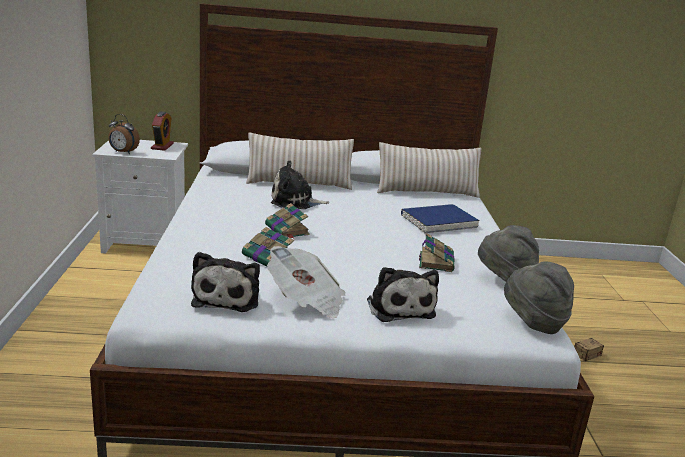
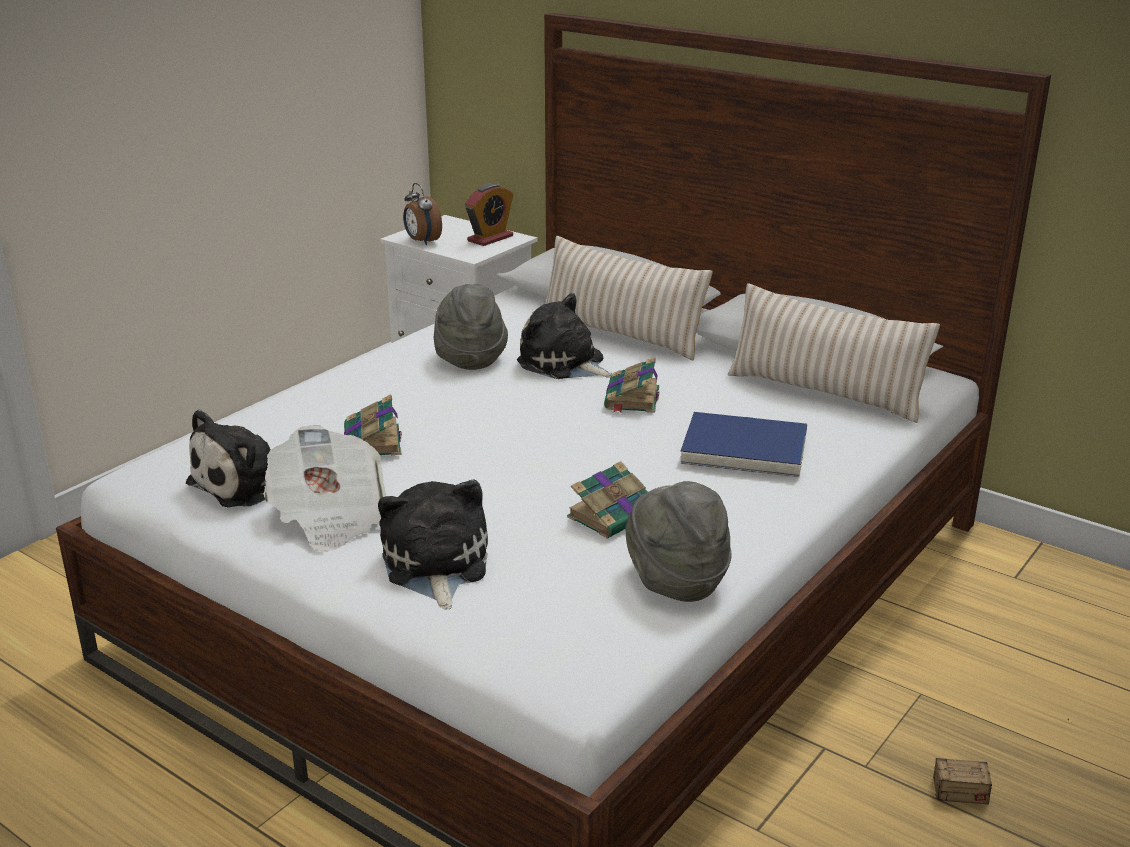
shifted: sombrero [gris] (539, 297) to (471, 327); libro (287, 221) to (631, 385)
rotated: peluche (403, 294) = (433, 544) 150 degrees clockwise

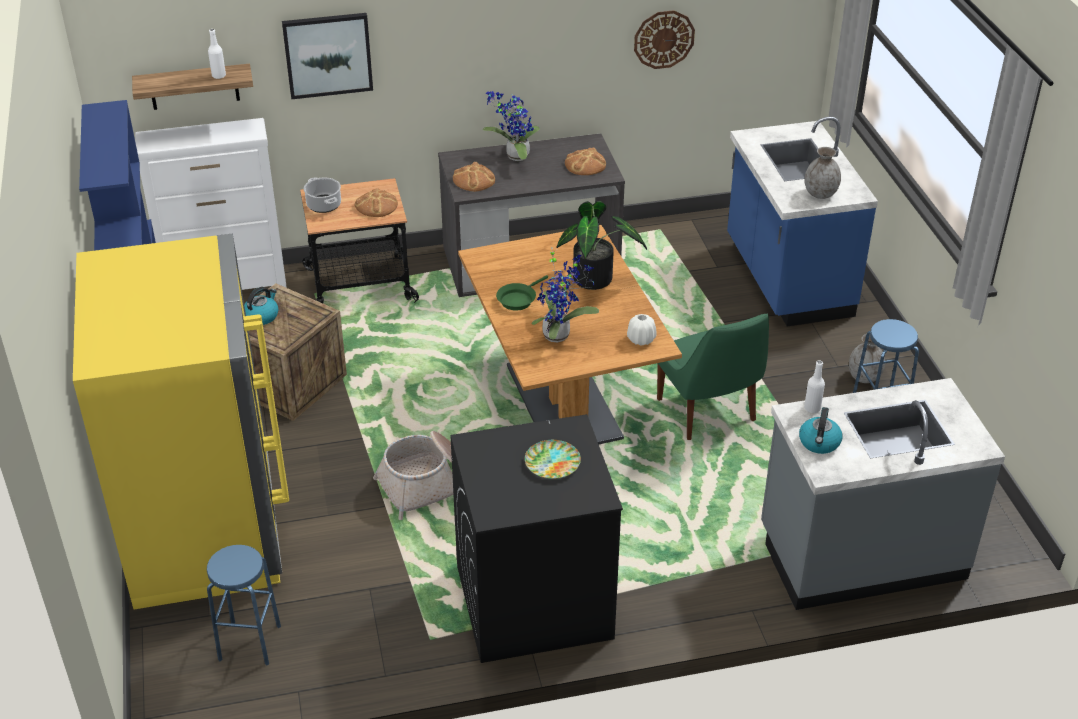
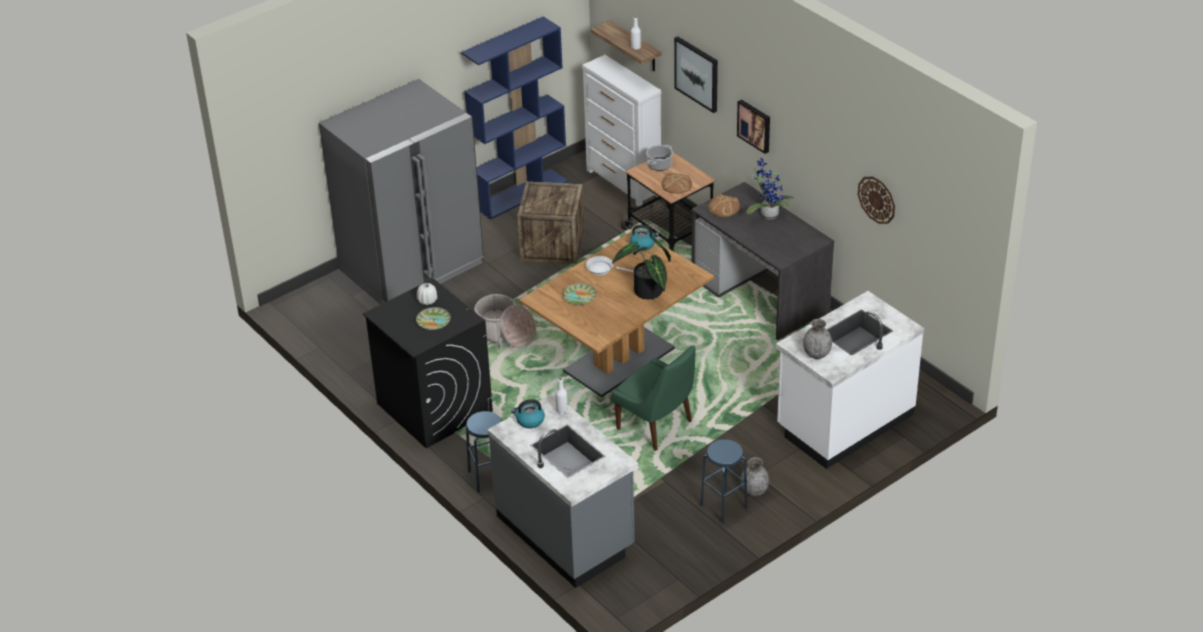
gone: pan (585, 161)
new: cuadro (753, 126)
shifted: florero [blanco] (642, 330) to (427, 294); taburete [azul] (244, 605) to (484, 452); hervidor (261, 306) to (644, 238)
swapped: planta en maceta (565, 296) to plato (579, 294)
repainted: nevera [amarillo] (181, 422) to nevera [gris] (401, 192); sartén [verde] (522, 293) to sartén [blanco] (610, 265); mueble bajo de cocina [azul] (802, 221) to mueble bajo de cocina [blanco] (850, 380)
rotated: silla [verde] (713, 377) = (653, 398) 90 degrees counterclockwise

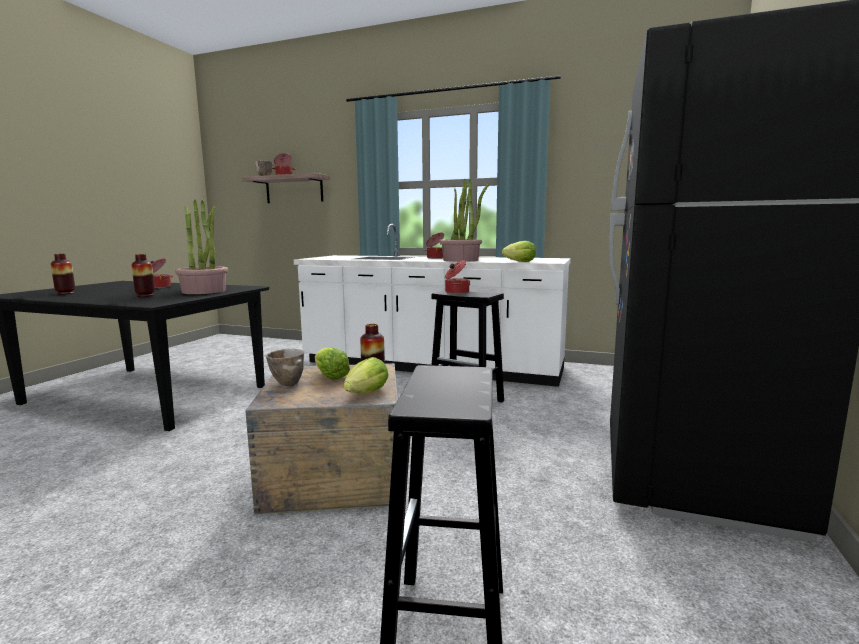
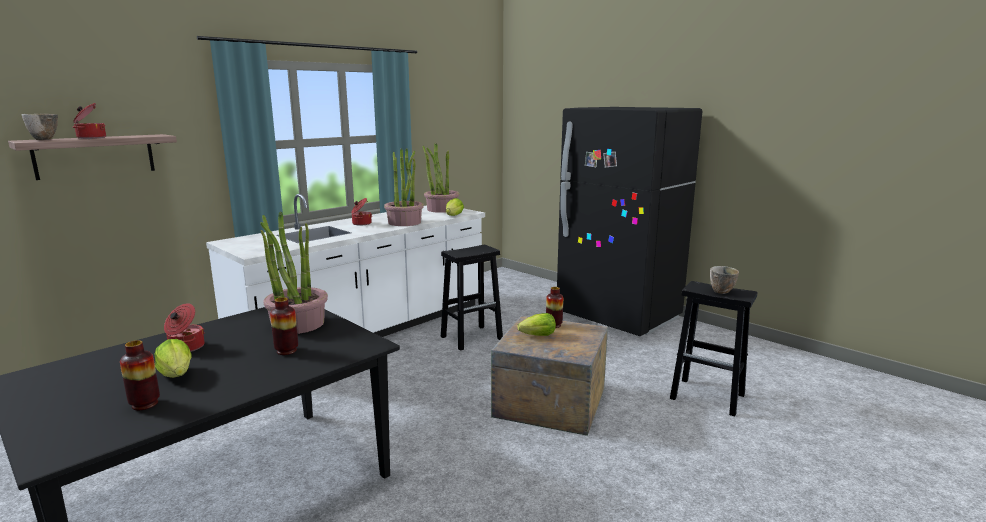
gone: olla (457, 277)
new: planta en maceta (440, 178)
shifted: lechuga (366, 375) to (172, 358); cuenco (285, 367) to (724, 280)

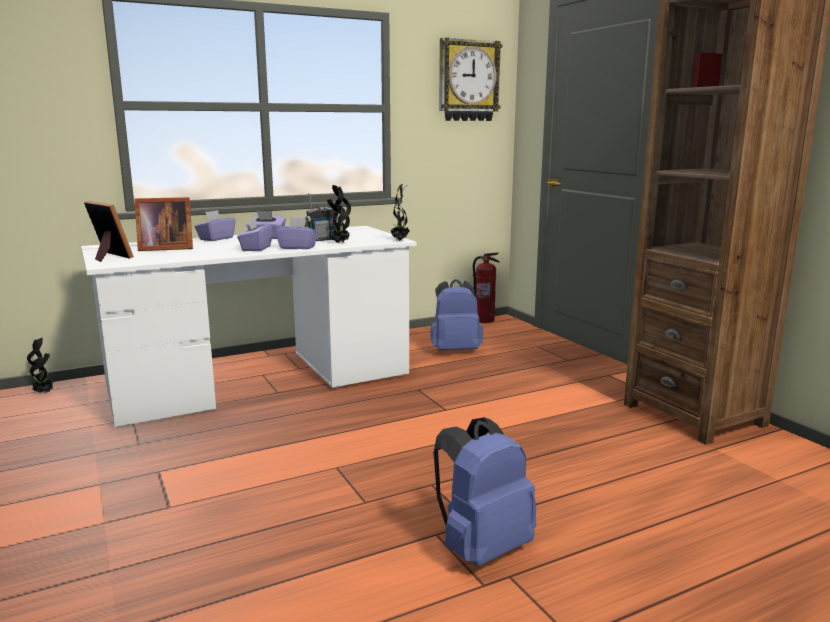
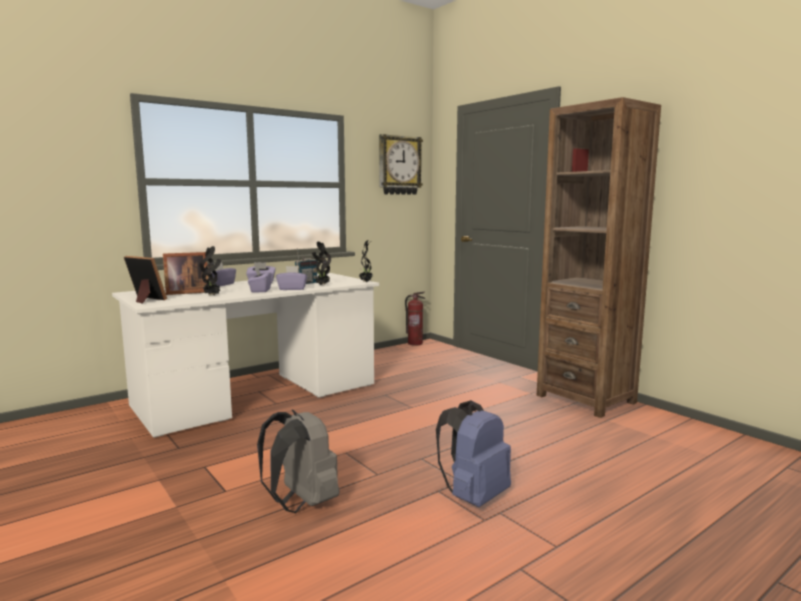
gone: mochila [azul] (456, 314)
new: mochila [gris] (298, 461)
shifted: planta en maceta (40, 365) to (210, 270)

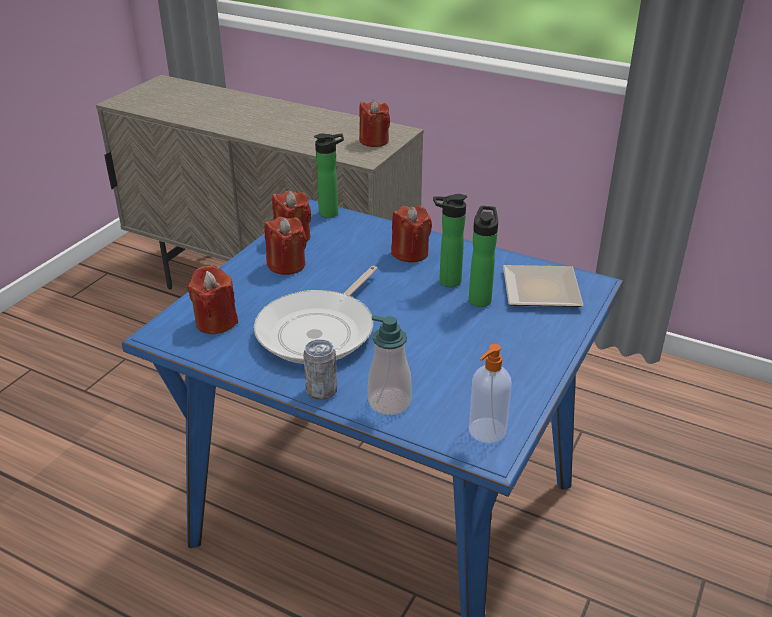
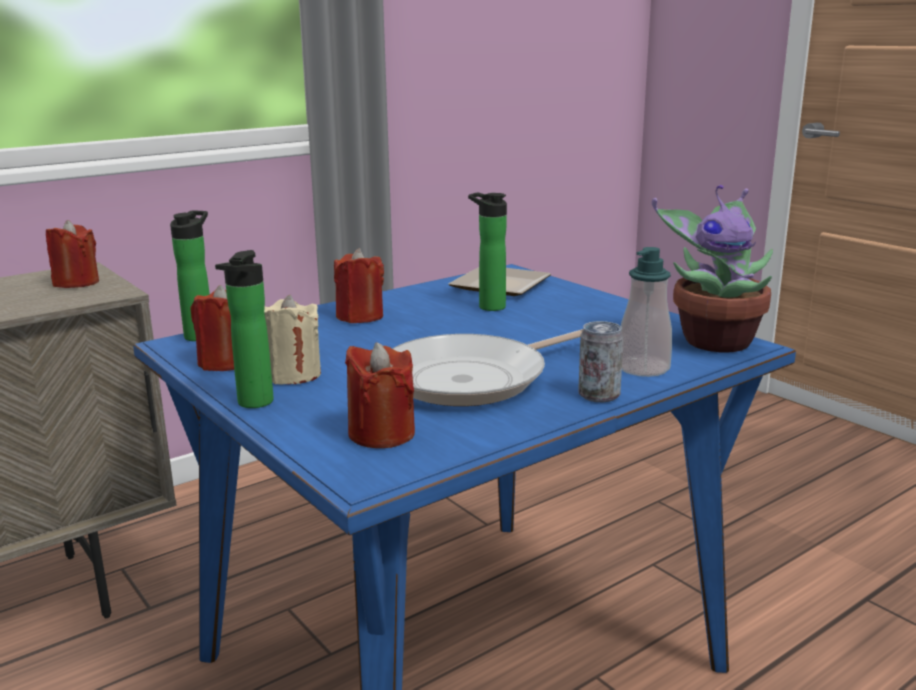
shifted: botella (450, 240) to (244, 329)
swapped: dispensador de jabón (490, 393) to planta en maceta (712, 268)
repainted: vela [rojo] (285, 246) to vela [beis] (292, 339)
rotated: sartén (315, 315) = (487, 367) 90 degrees clockwise

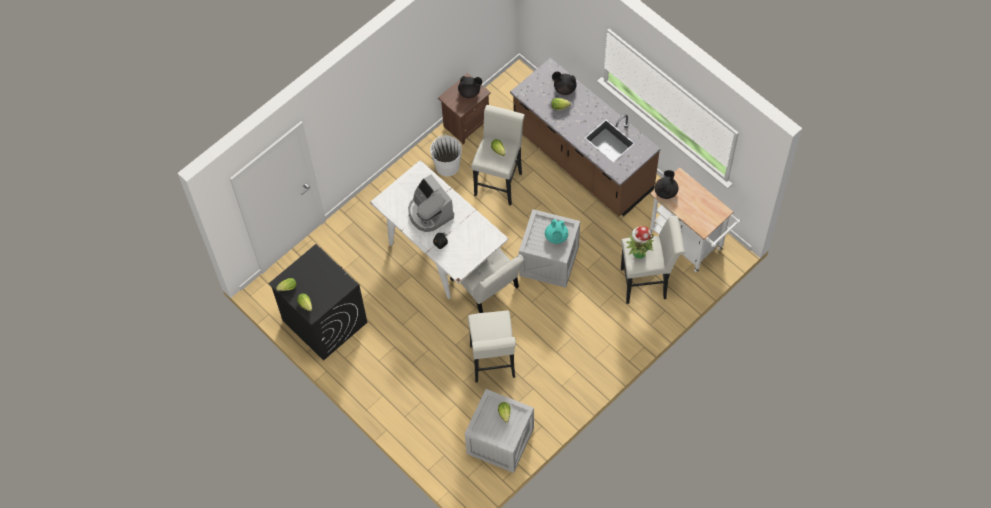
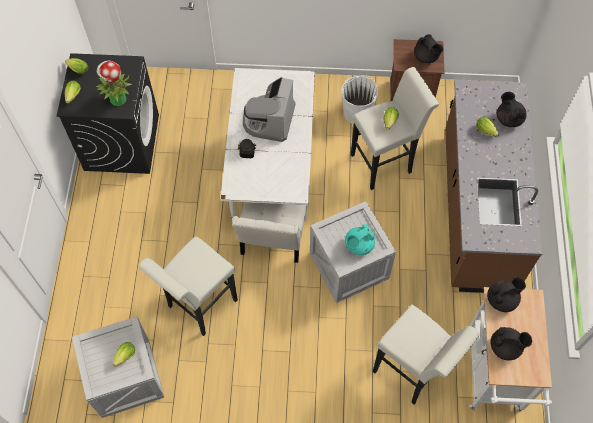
new: tetera [negro] (511, 343)
shifted: planta en maceta (640, 242) to (114, 83)

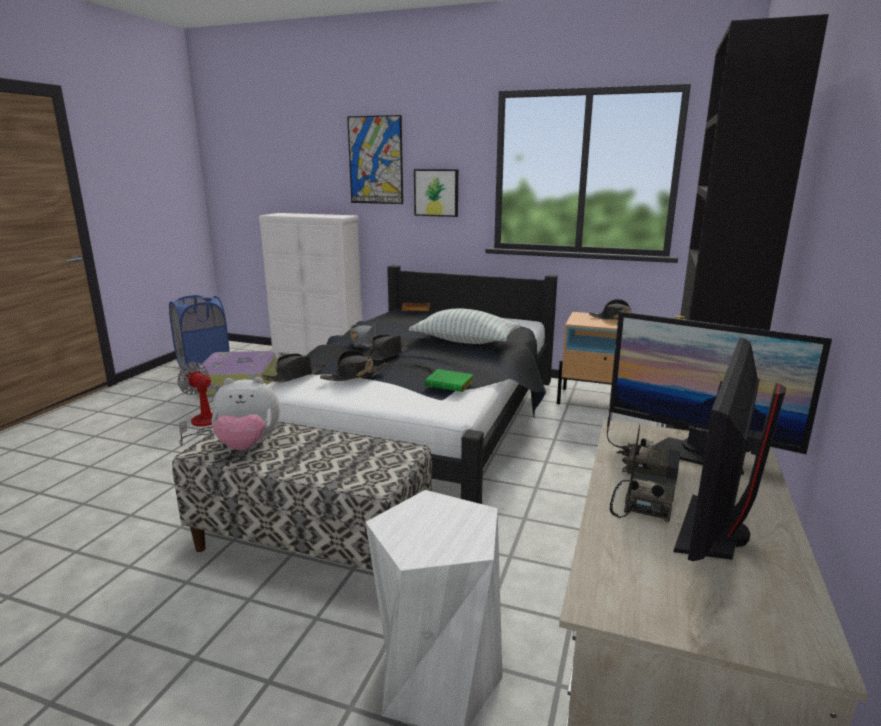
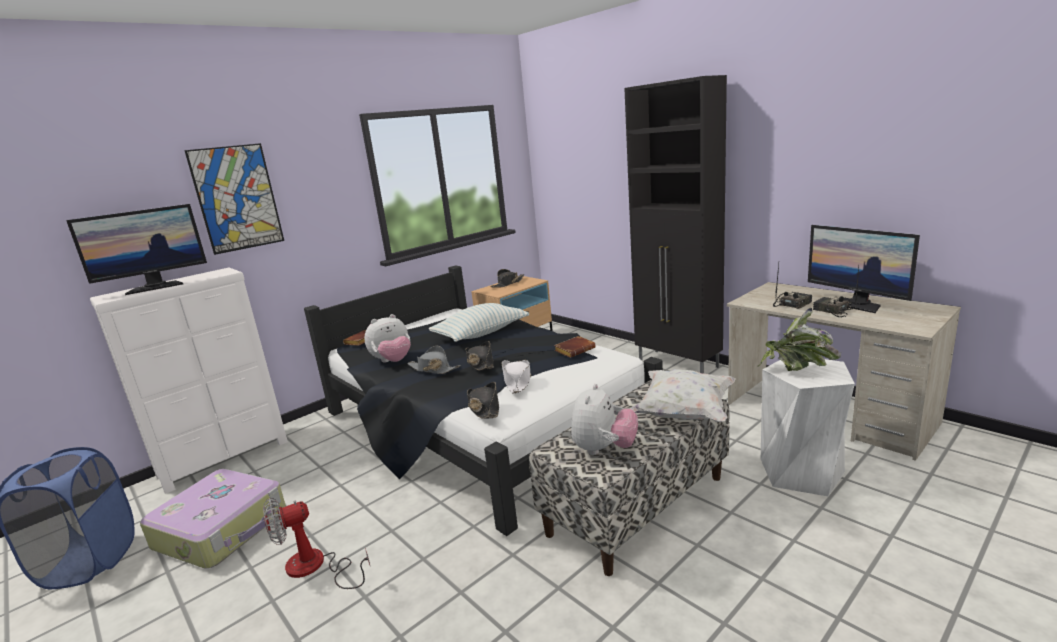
gone: cuadro (436, 193)
new: peluche (387, 338); cojín [blanco] (683, 395); planta en maceta (799, 339)
shifted: monitor (720, 393) to (136, 249)
repainted: sombrero [negro] (354, 365) to sombrero [blanco] (516, 377); libro [verde] (449, 380) to libro [marrón] (575, 347)

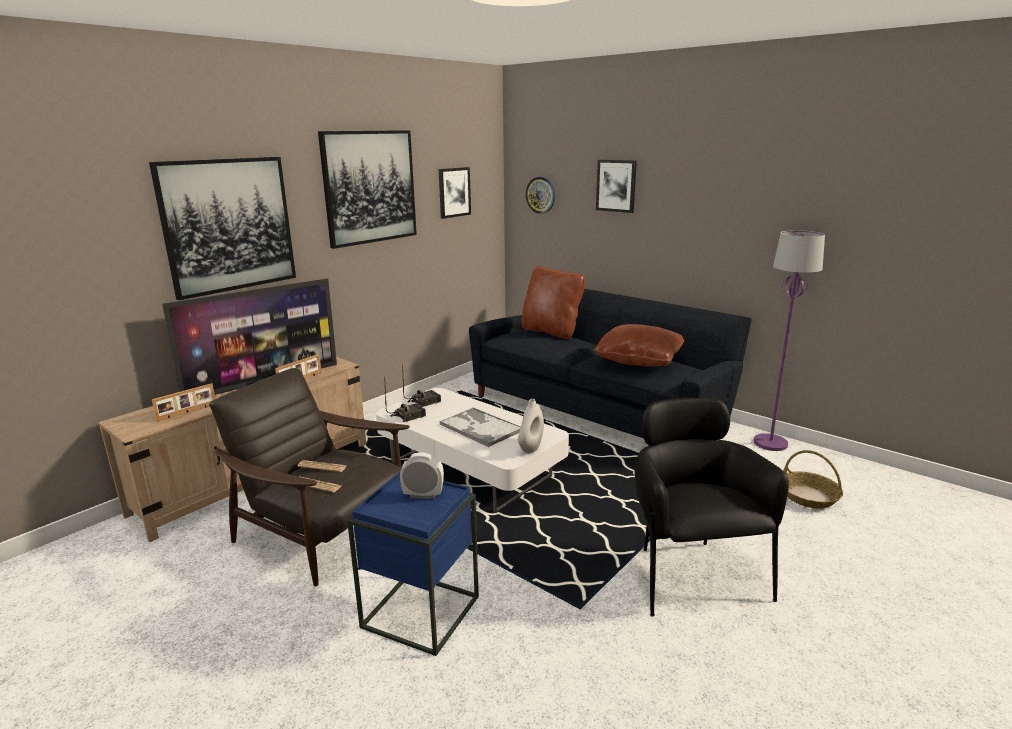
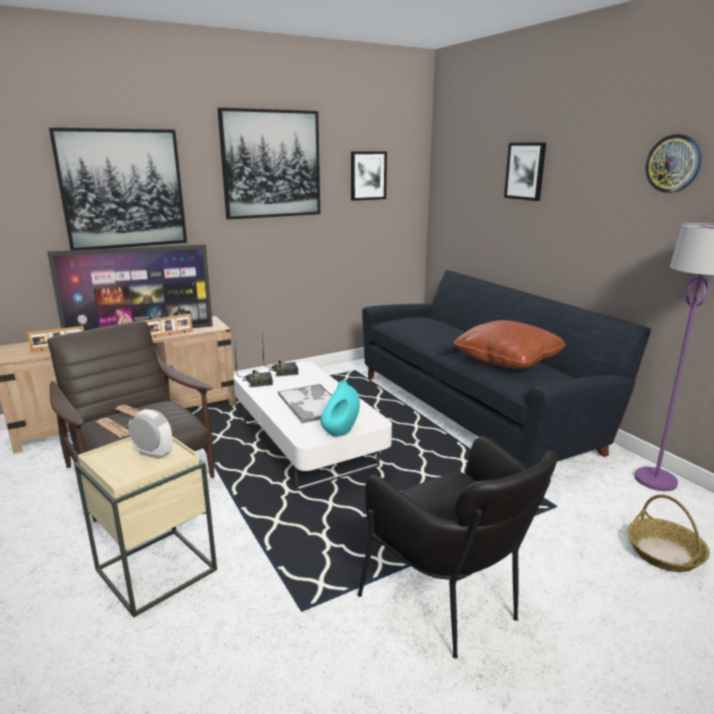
gone: cojín [marrón] (553, 302)
shifted: reloj de pared (540, 195) to (673, 163)
repainted: mesa auxiliar [azul] (413, 564) to mesa auxiliar [beis] (145, 527); florero [blanco] (531, 426) to florero [turquesa] (340, 408)
rotated: sillón [negro] (712, 507) = (457, 547) 135 degrees clockwise

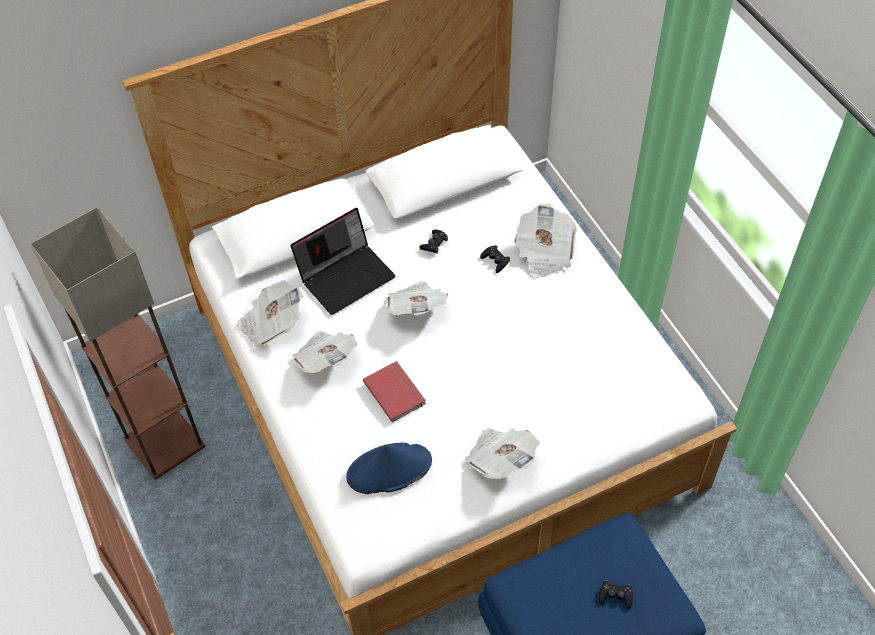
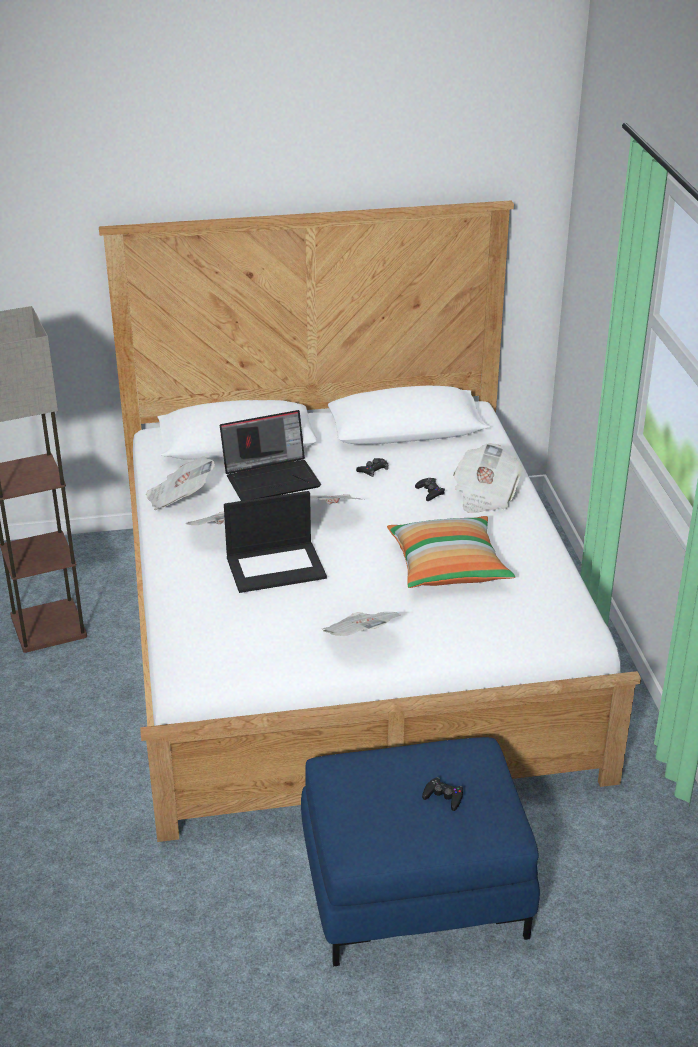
gone: sombrero [azul] (389, 468)
new: cojín (451, 552)
swapped: libro [rojo] (394, 391) to portátil (275, 542)

